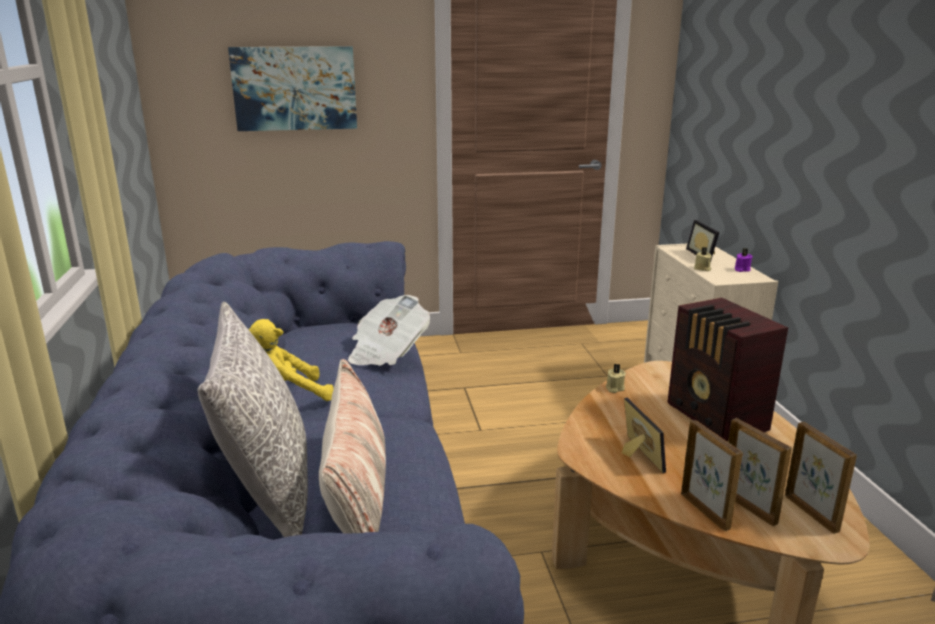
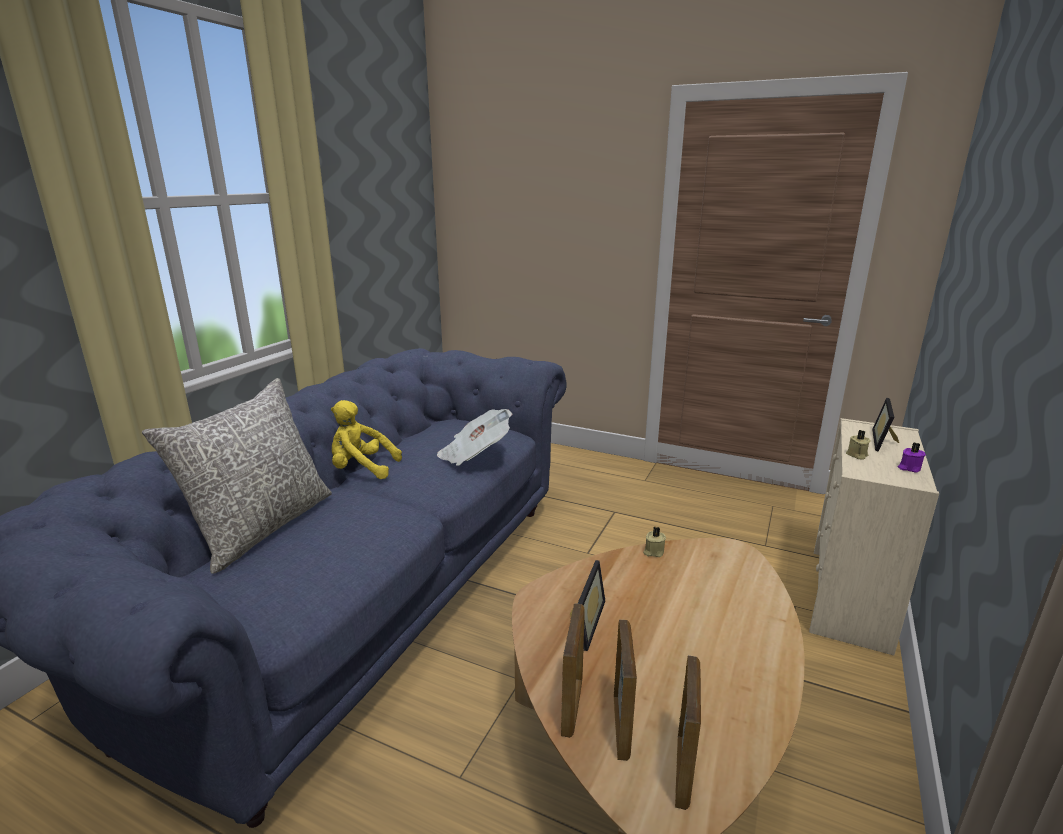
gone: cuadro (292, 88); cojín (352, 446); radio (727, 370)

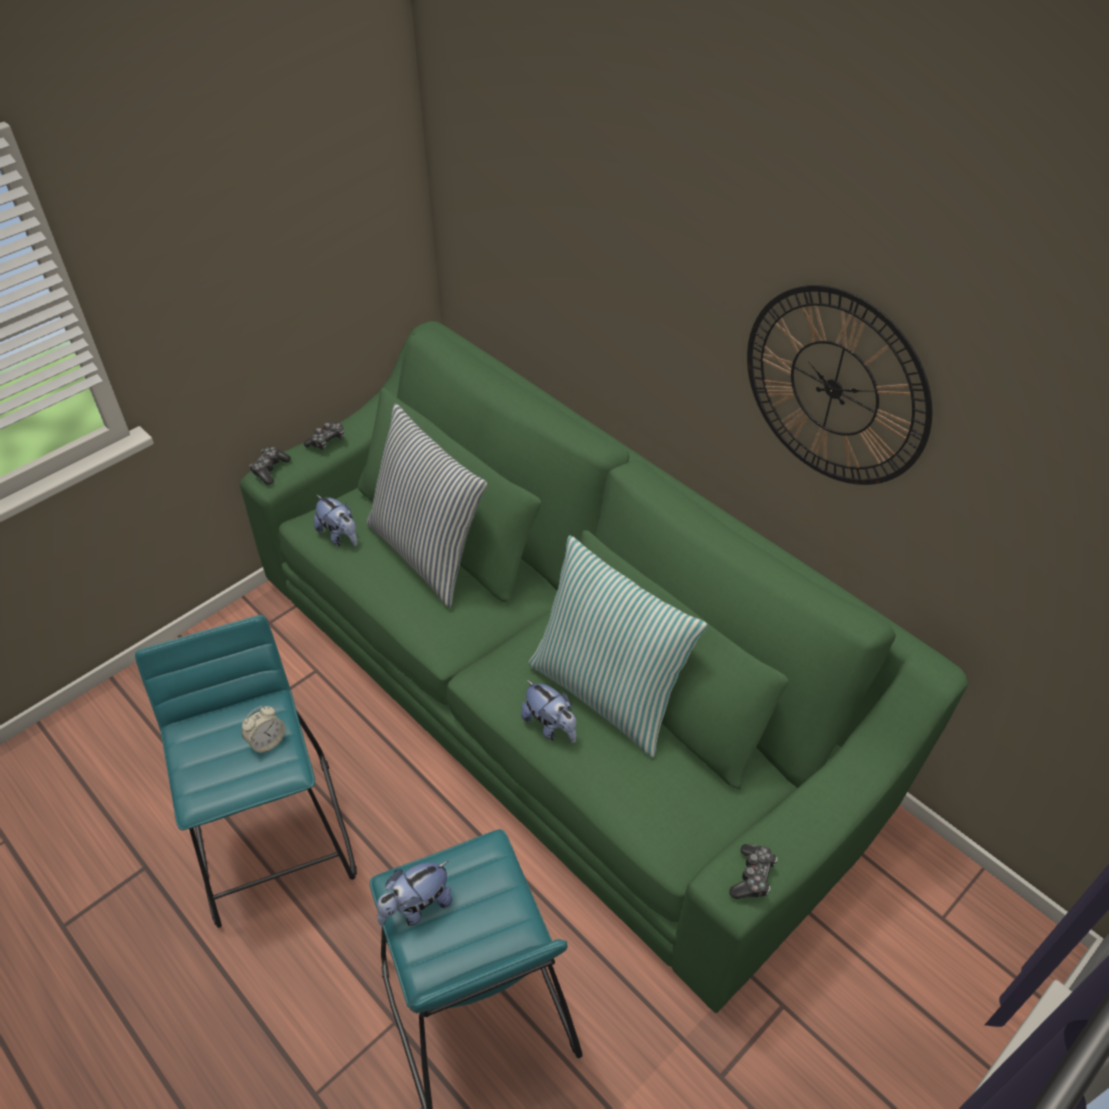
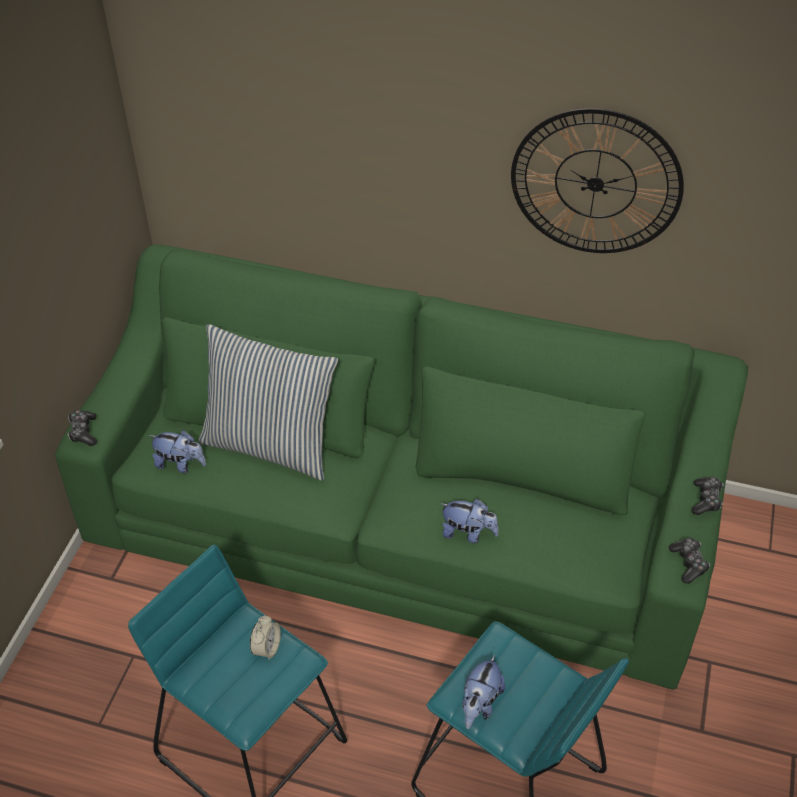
gone: cojín (618, 646)
shifted: mando de consola (324, 436) to (708, 496)

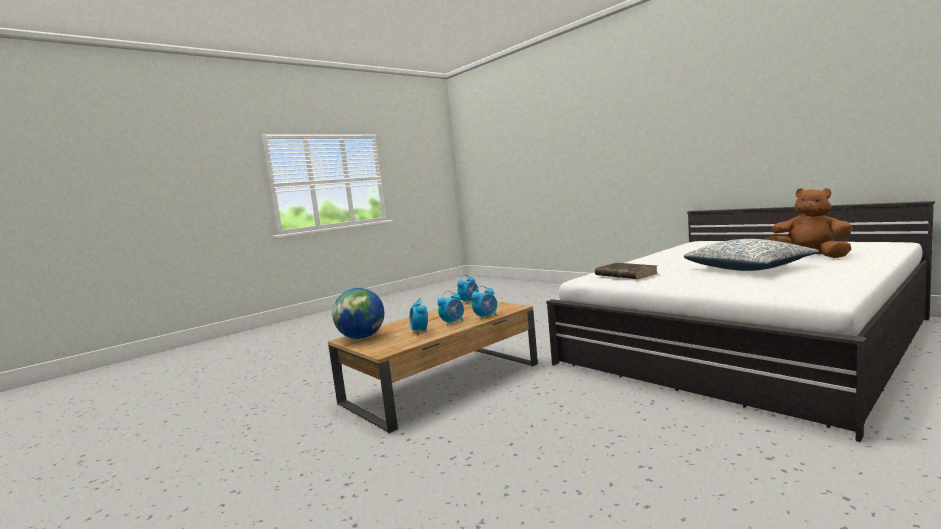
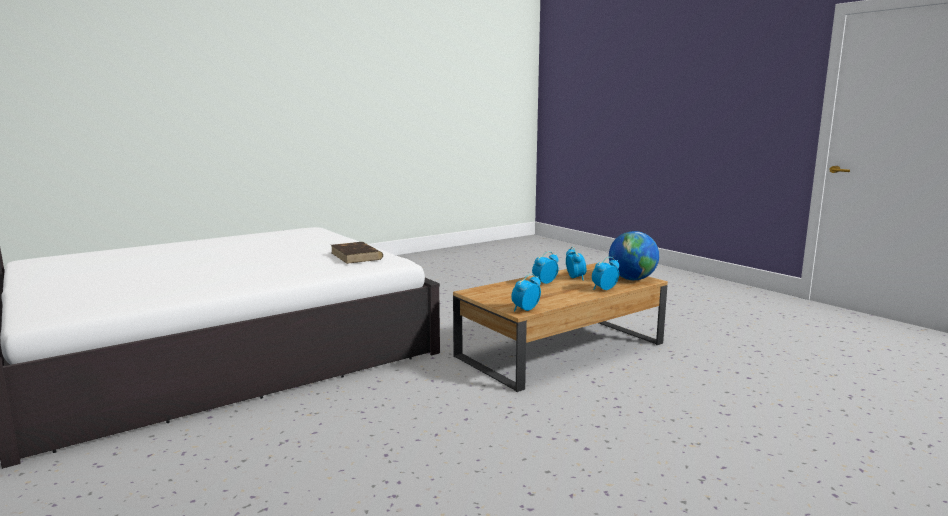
gone: cojín (751, 255); peluche [marrón] (809, 223)
shifted: despertador (484, 303) to (605, 273)

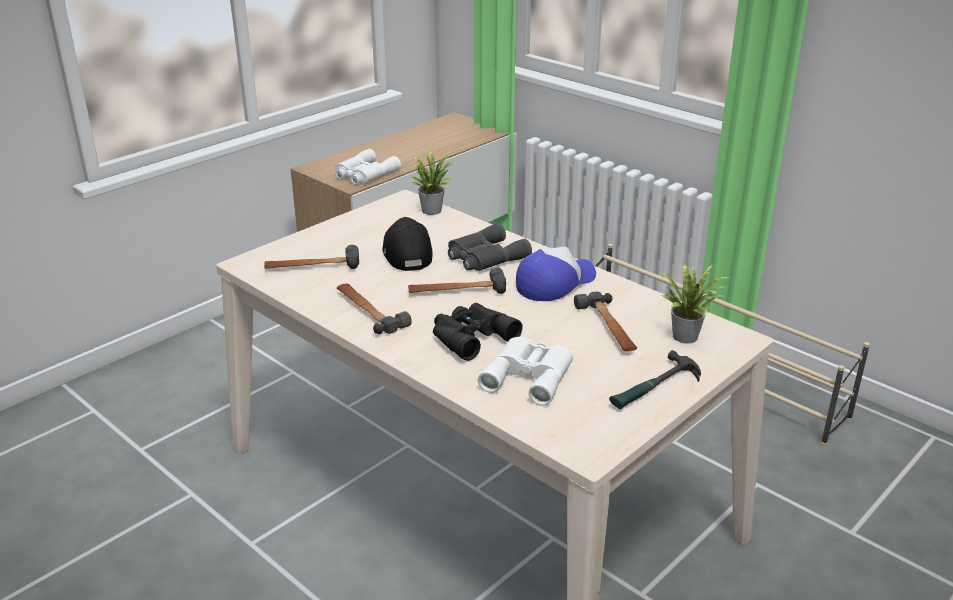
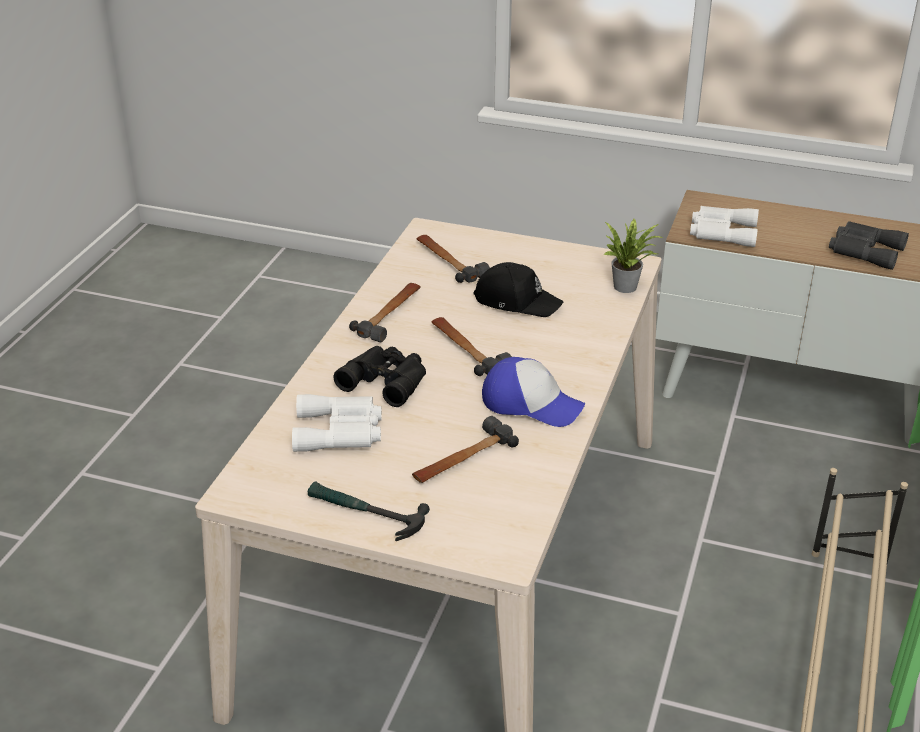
gone: planta en maceta (695, 304)
shifted: prismáticos [gris] (490, 247) to (869, 245)
rotated: gorra [negro] (407, 244) = (518, 289) 60 degrees clockwise

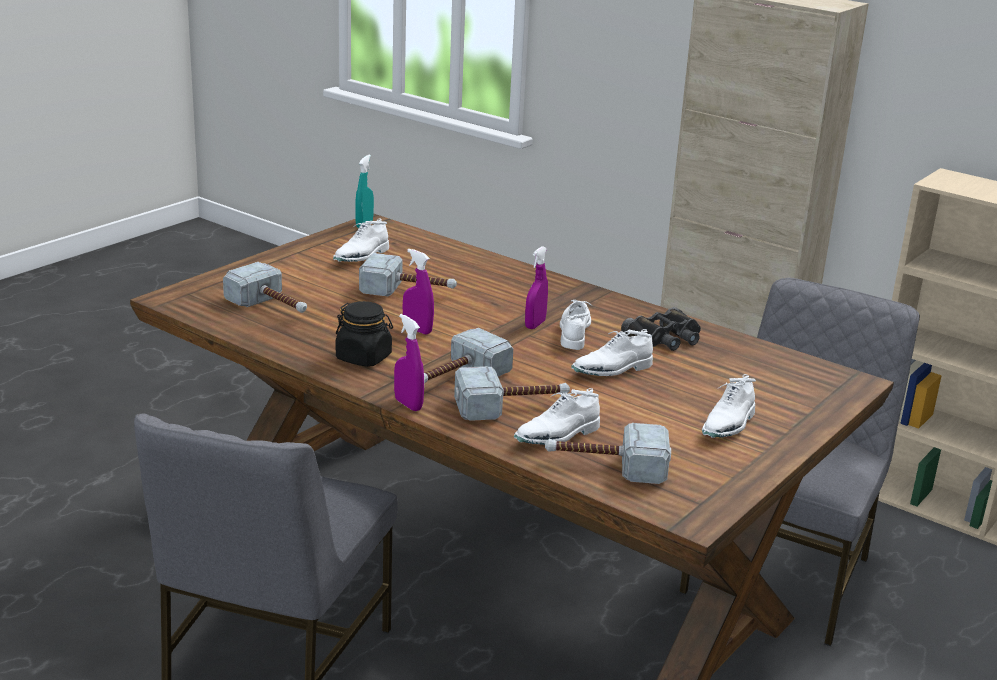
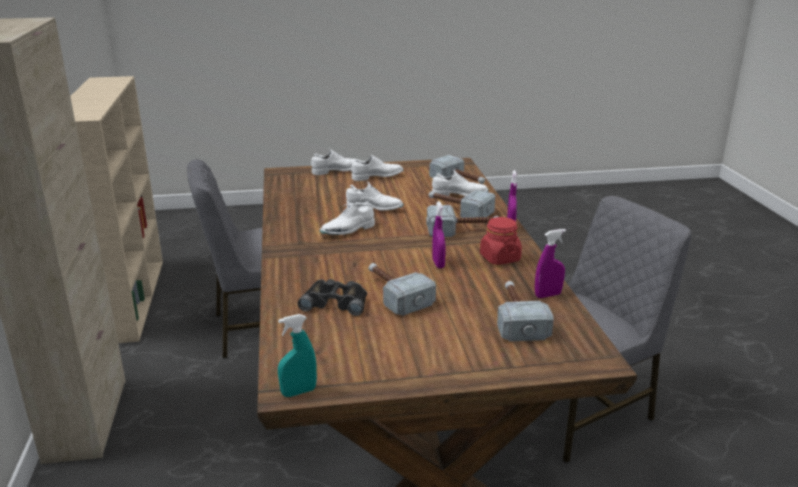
shifted: prismáticos [negro] (661, 329) to (332, 297); zapato [blanco] (361, 240) to (335, 161); pulverizador [morado] (536, 287) to (550, 263)
repainted: tarro [negro] (364, 334) to tarro [rojo] (501, 241)

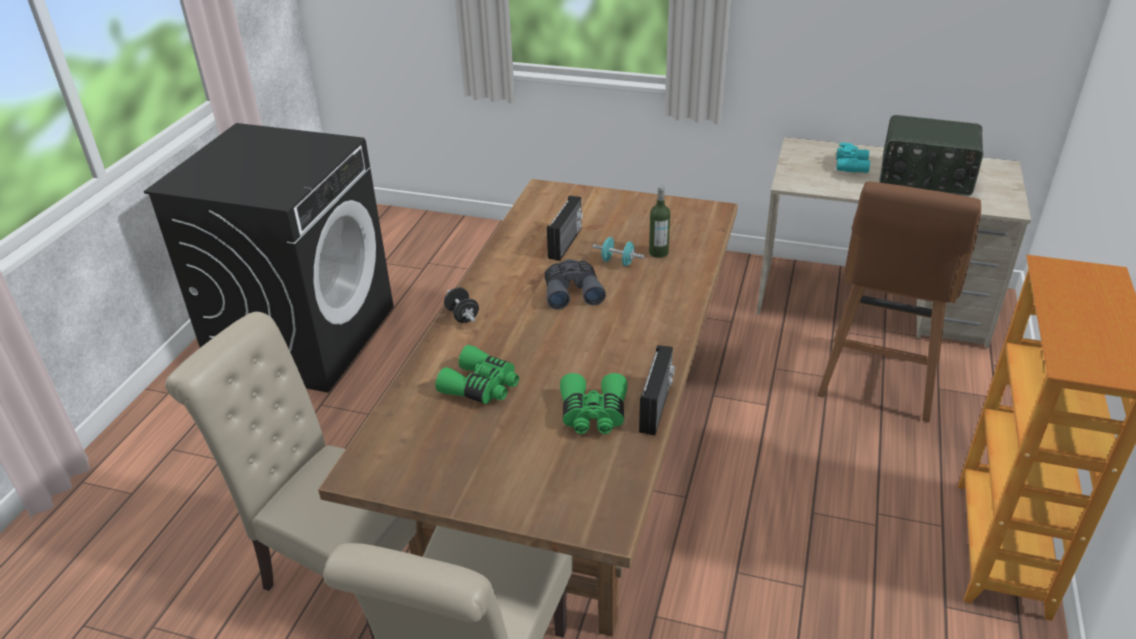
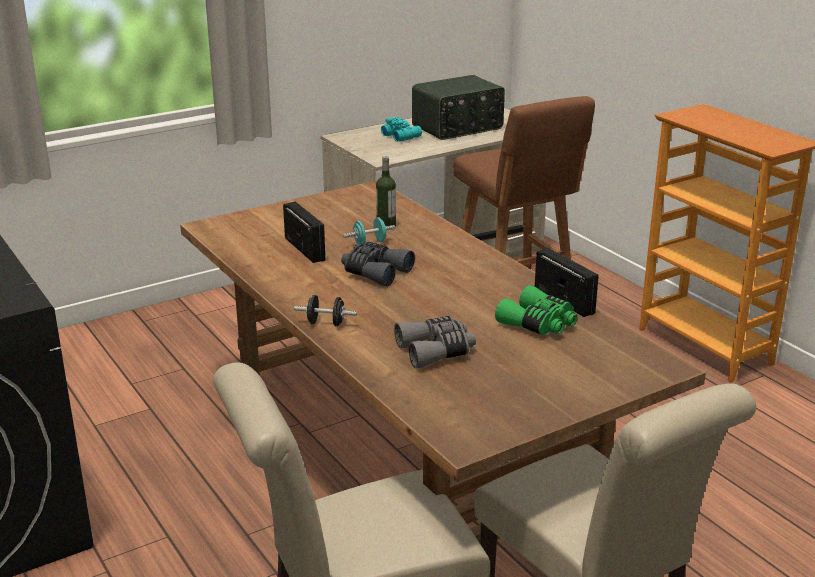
repainted: prismáticos [verde] (477, 374) to prismáticos [gris] (435, 342)

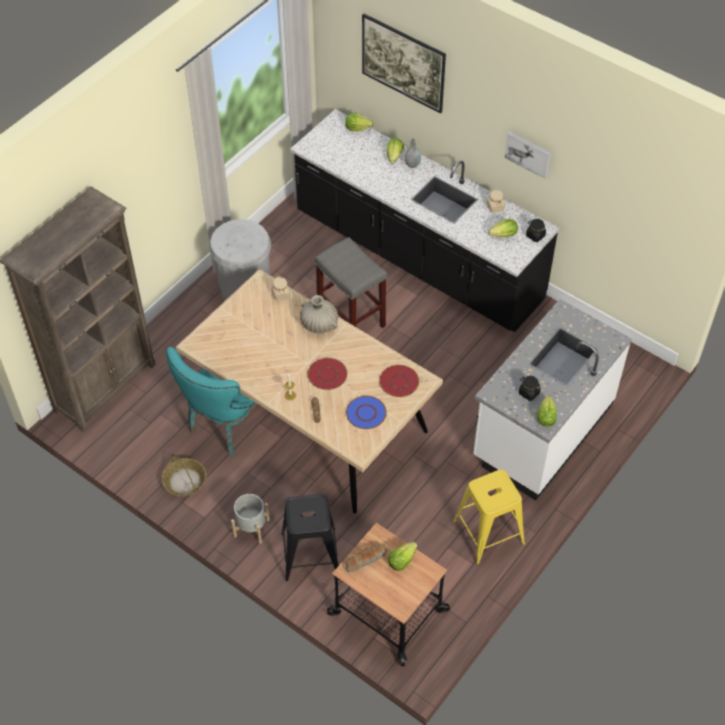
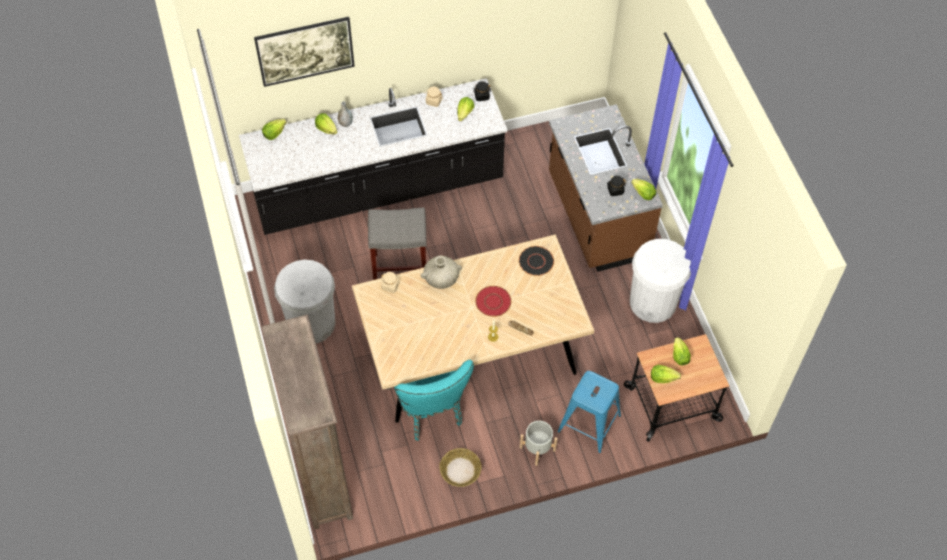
gone: plato [azul] (366, 412); cuadro (528, 155)
swapped: taburete [amarillo] (489, 516) to papelera [blanco] (660, 281); pan (366, 558) to lechuga (666, 374)
repainted: plato [rojo] (399, 381) to plato [negro] (536, 261); mueble bajo de cocina [blanco] (552, 400) to mueble bajo de cocina [marrón] (606, 188); taburete [negro] (310, 537) to taburete [azul] (589, 412)

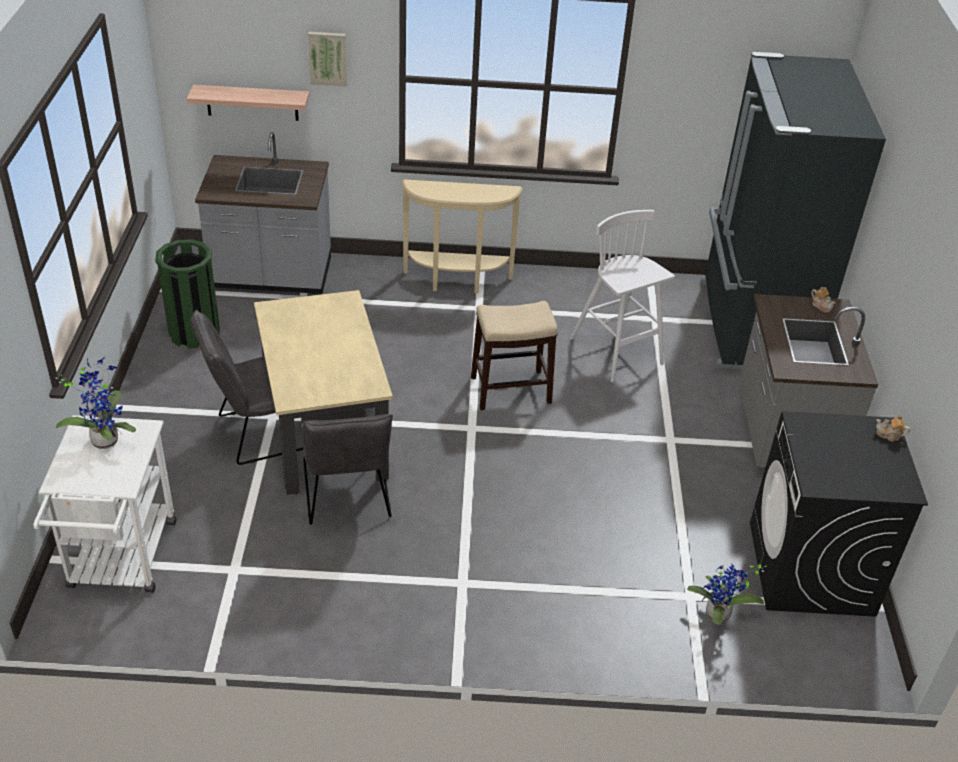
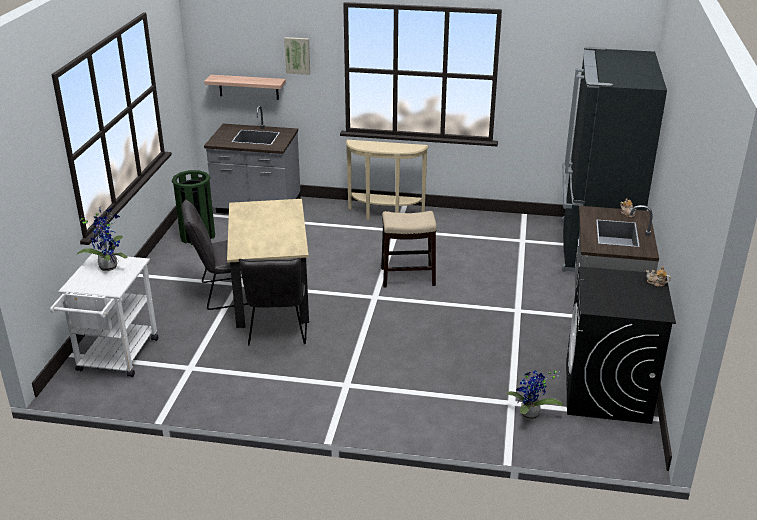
gone: taburete [blanco] (622, 296)

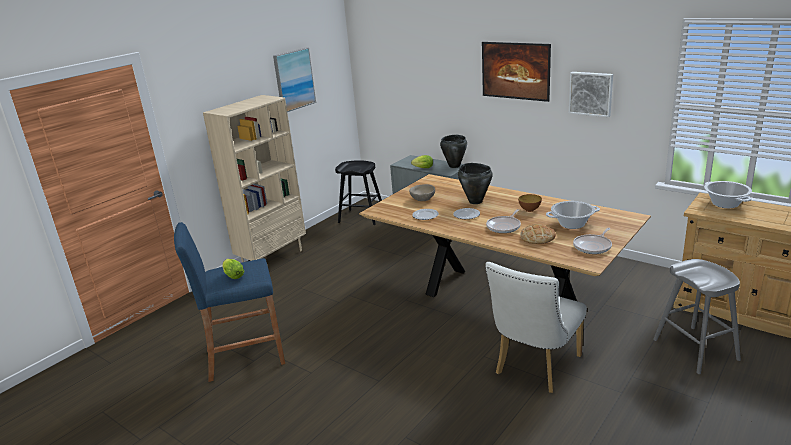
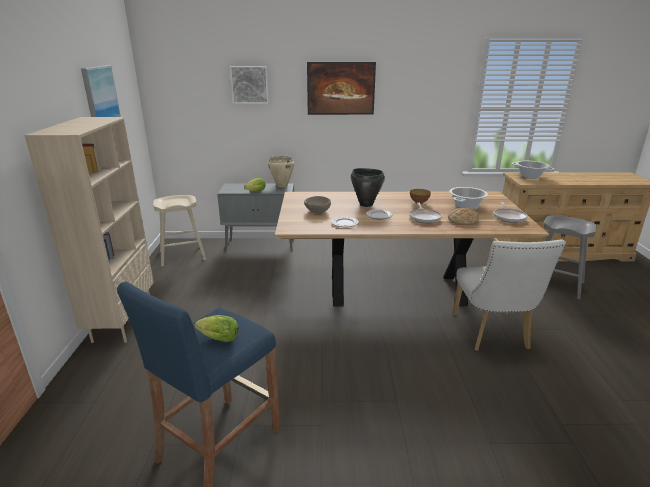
shifted: cuadro (591, 94) to (249, 85)
repainted: taburete [negro] (358, 192) to taburete [beis] (179, 231); olla [negro] (453, 151) to olla [beis] (281, 171)

